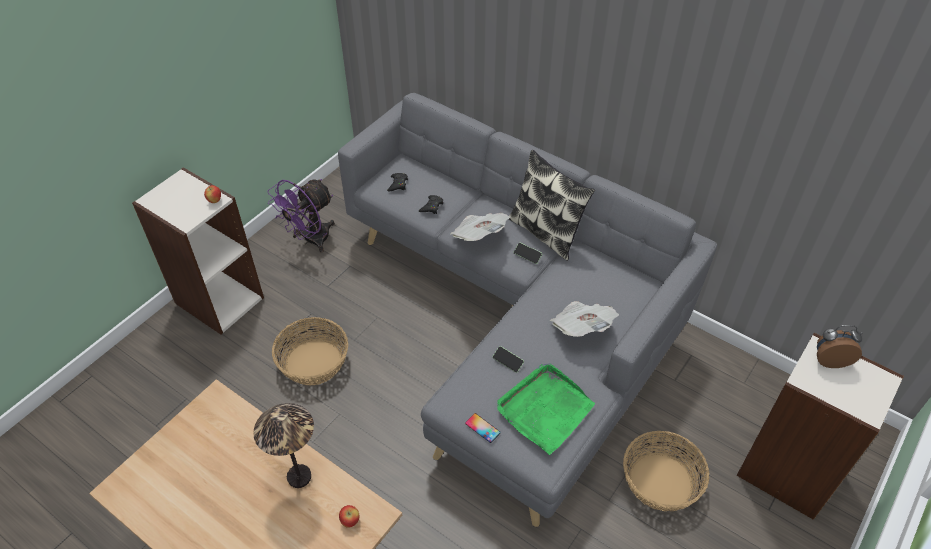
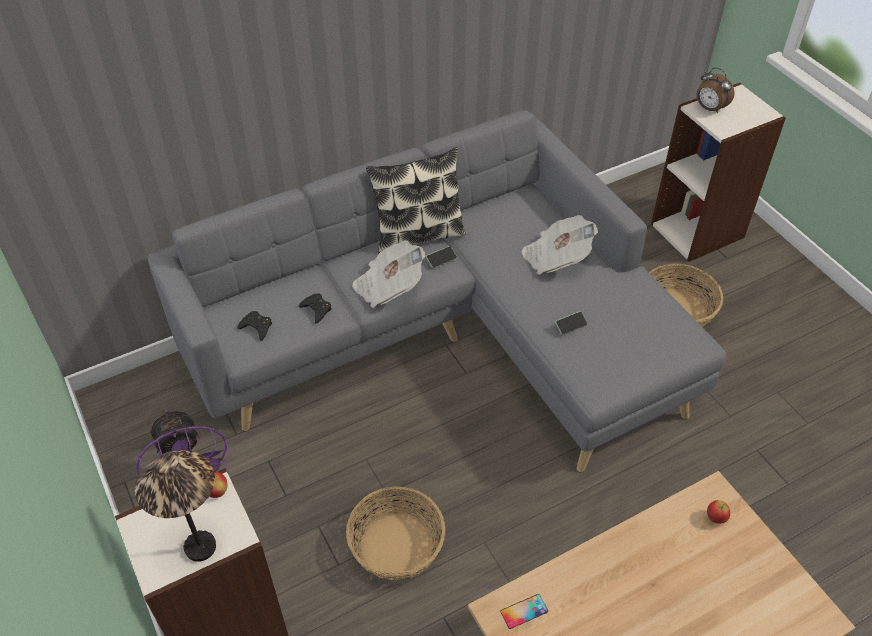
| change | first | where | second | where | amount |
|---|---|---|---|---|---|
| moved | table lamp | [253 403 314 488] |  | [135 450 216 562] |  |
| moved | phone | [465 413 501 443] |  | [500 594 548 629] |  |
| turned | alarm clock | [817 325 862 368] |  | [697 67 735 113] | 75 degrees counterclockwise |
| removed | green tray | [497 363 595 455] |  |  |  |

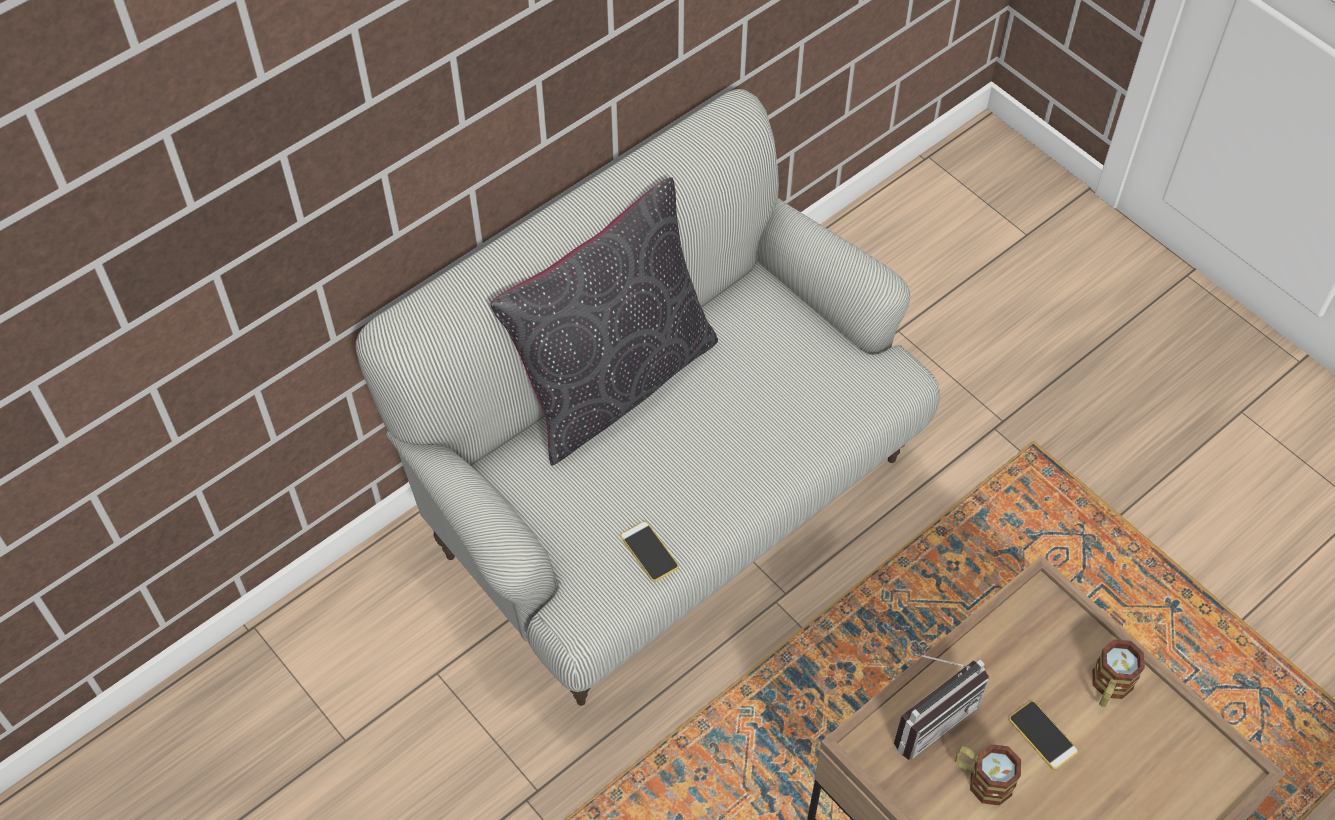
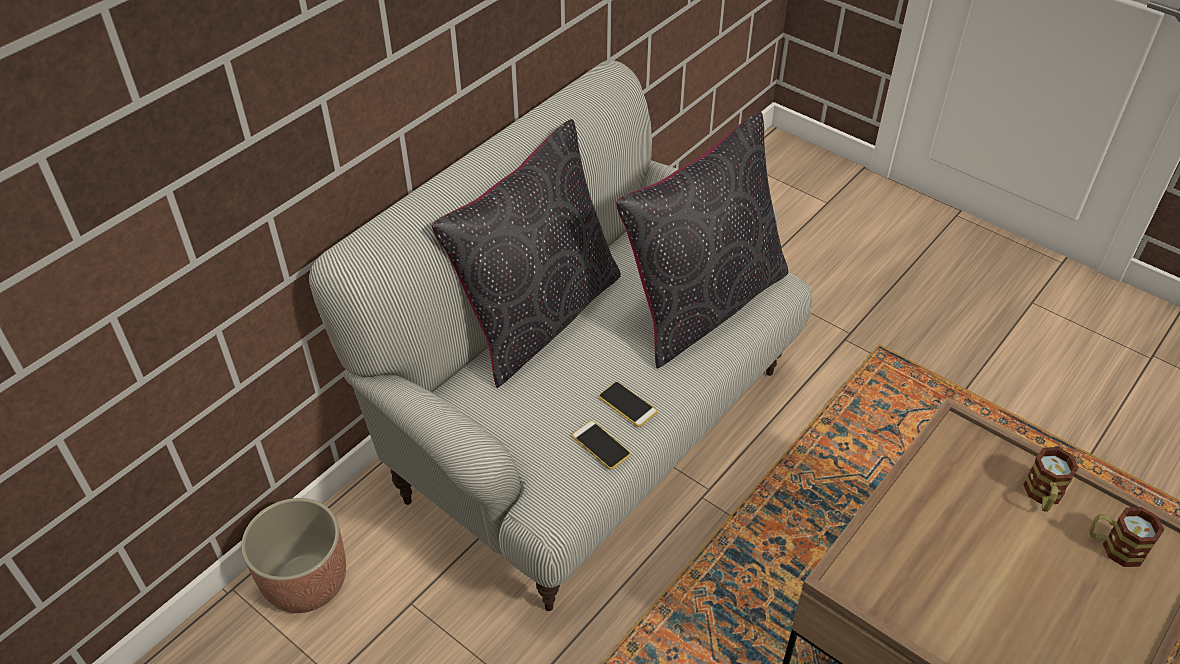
| change | first | where | second | where | amount |
|---|---|---|---|---|---|
| added |  |  | planter | [241 498 346 613] |  |
| moved | phone | [1009 701 1078 770] |  | [599 382 657 427] |  |
| added |  |  | black pillow | [616 112 788 369] |  |
| moved | mug | [955 744 1021 806] |  | [1089 507 1164 567] |  |
| removed | radio | [894 654 989 760] |  |  |  |

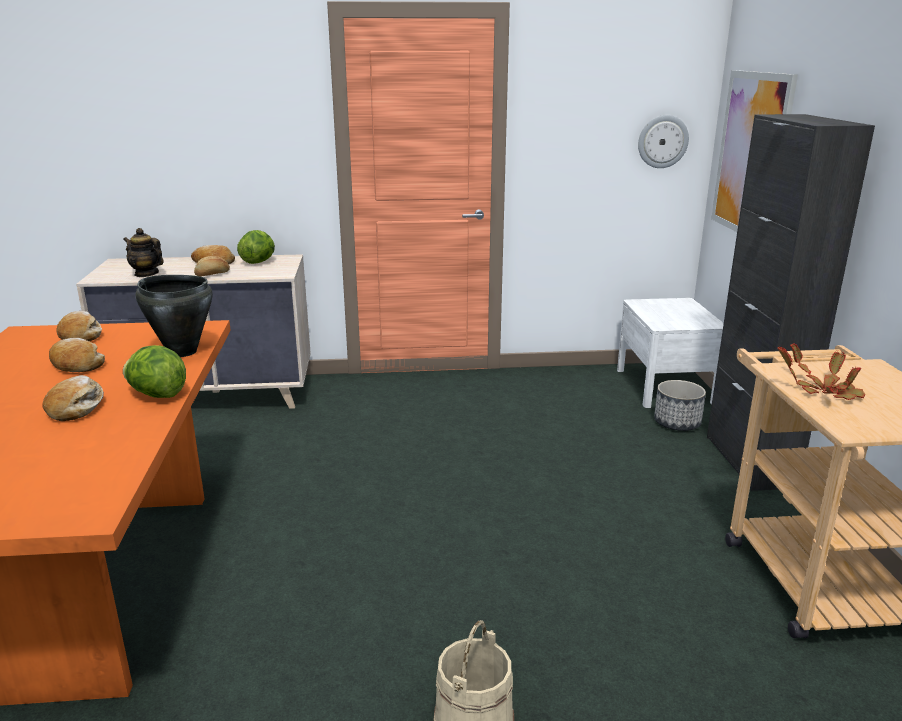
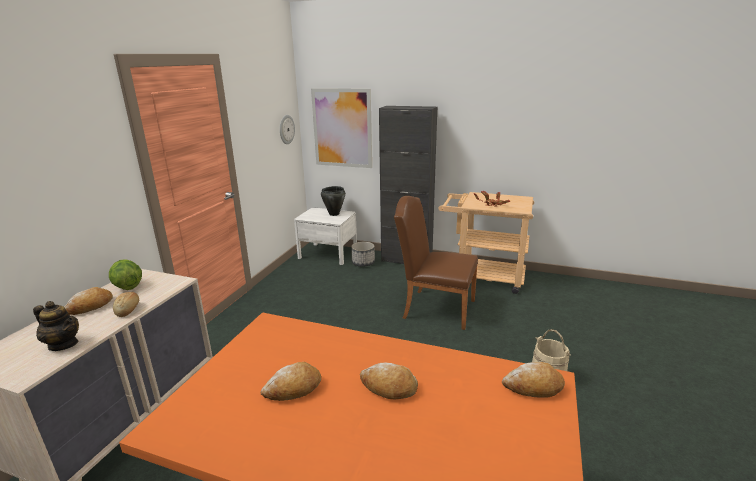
| change | first | where | second | where | amount |
|---|---|---|---|---|---|
| turned | teapot | [123 228 164 277] |  | [33 301 79 351] | 120 degrees counterclockwise |
| moved | black cooking pot | [135 275 213 357] |  | [321 186 345 216] |  |
| added |  |  | brown chair | [394 196 478 330] |  |
| moved | bread | [56 311 102 341] |  | [502 362 565 398] |  |
| removed | lettuce | [123 345 186 398] |  |  |  |

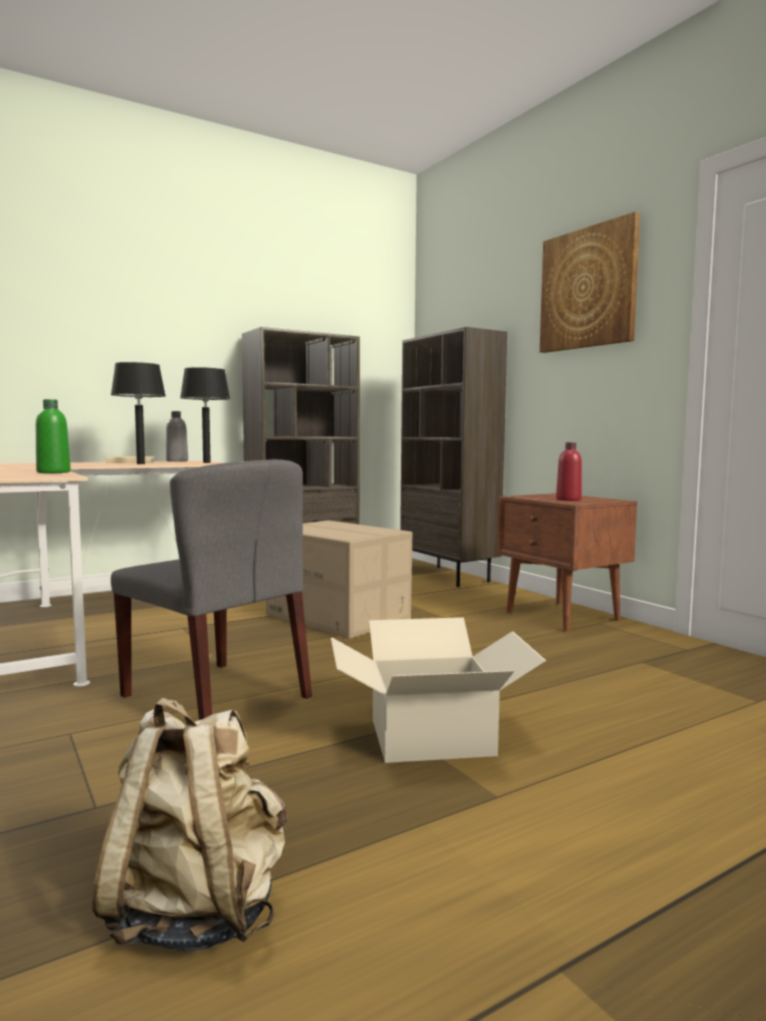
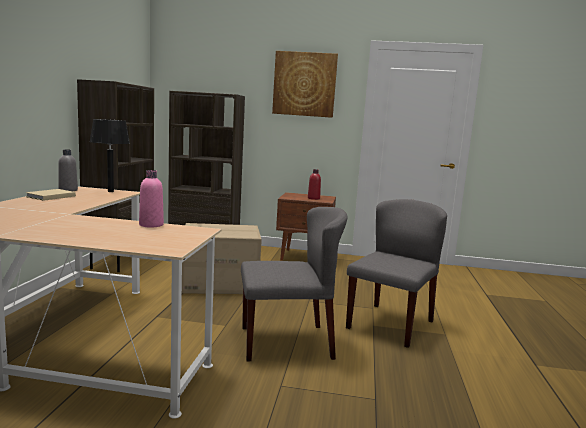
| change | first | where | second | where | amount |
|---|---|---|---|---|---|
| recoloured | green bottle | [36 399 71 473] | pink bottle | [139 170 164 228] |  |
| replaced | cardboard box | [331 617 546 763] | grey chair | [346 199 447 348] |  |
| removed | beige backpack | [92 697 286 952] |  |  |  |
| removed | black table lamp | [111 362 166 464] |  |  |  |

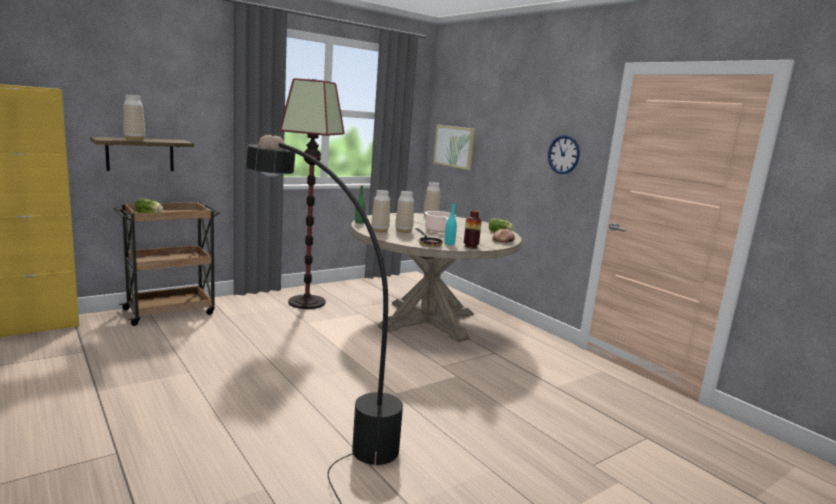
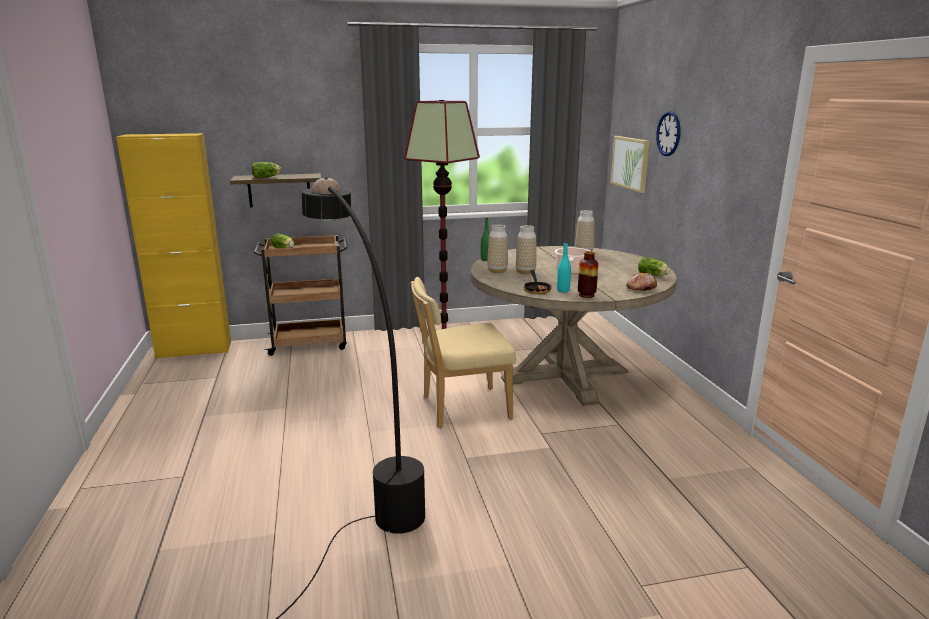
| change | first | where | second | where | amount |
|---|---|---|---|---|---|
| replaced | vase | [123 95 145 141] | lettuce | [252 162 281 178] |  |
| added |  |  | beige chair | [410 277 516 428] |  |
| moved | wall clock | [548 135 580 174] |  | [656 111 681 156] |  |

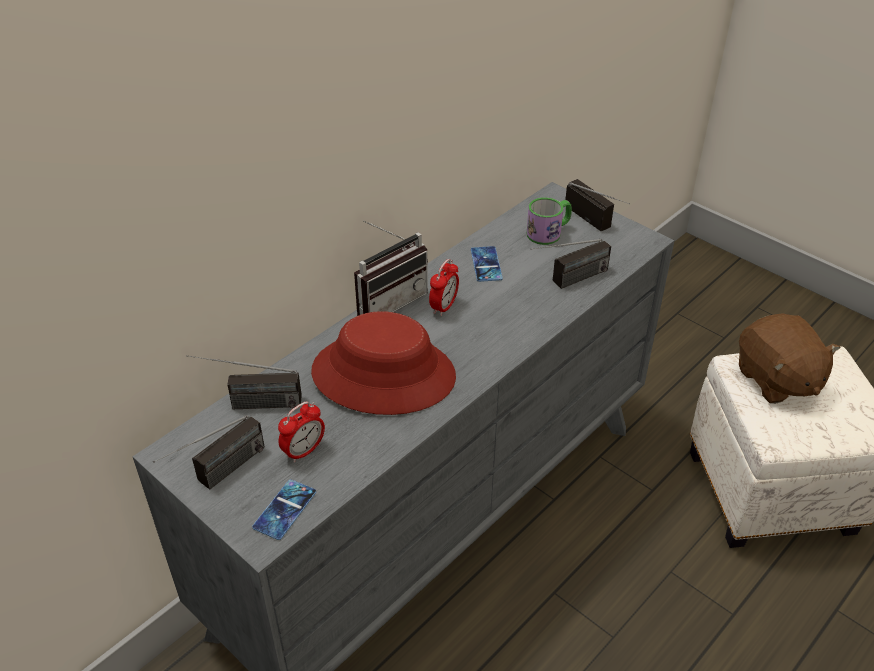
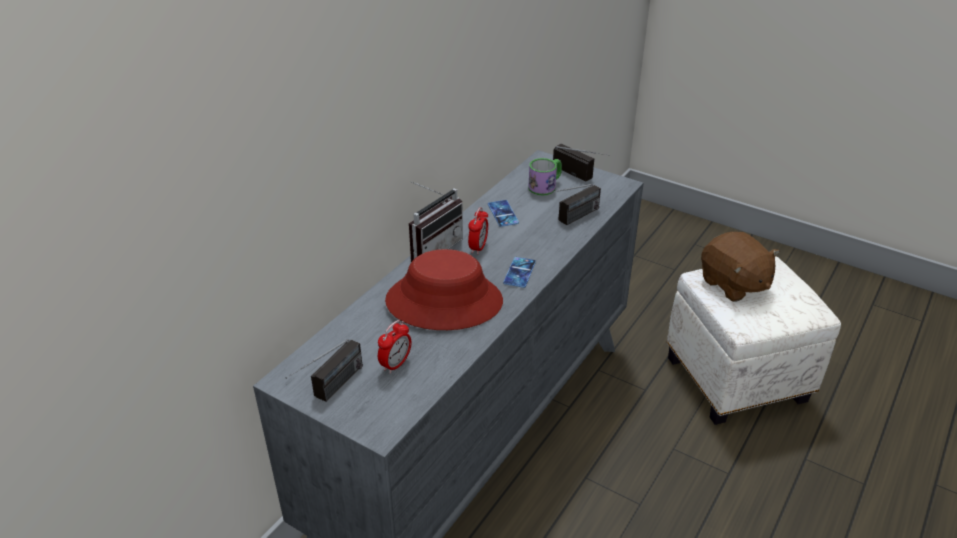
| change | first | where | second | where | amount |
|---|---|---|---|---|---|
| moved | phone | [252 480 316 540] |  | [503 257 536 288] |  |
| removed | radio | [186 355 302 409] |  |  |  |

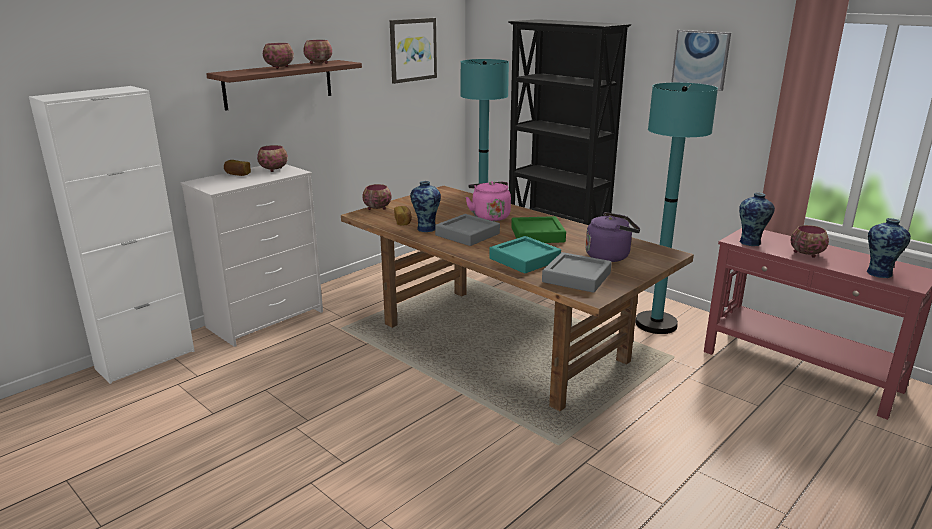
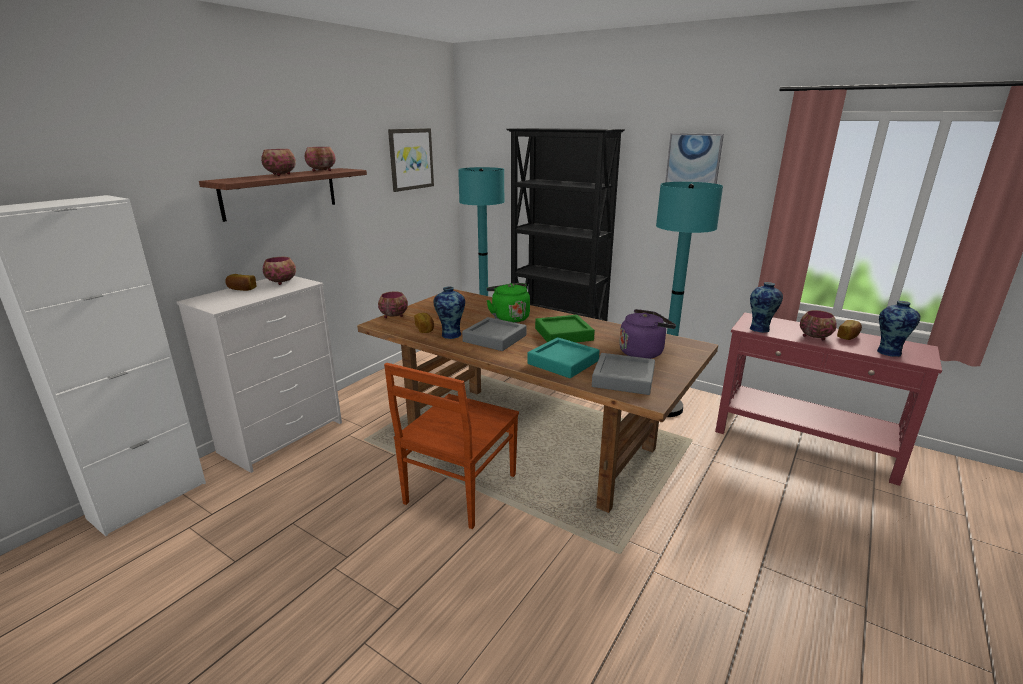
| change | first | where | second | where | amount |
|---|---|---|---|---|---|
| added |  |  | brown chair | [384 363 519 529] |  |
| recoloured | pink kettle | [466 181 511 221] | green kettle | [486 283 530 323] |  |
| added |  |  | bread | [837 320 862 340] |  |

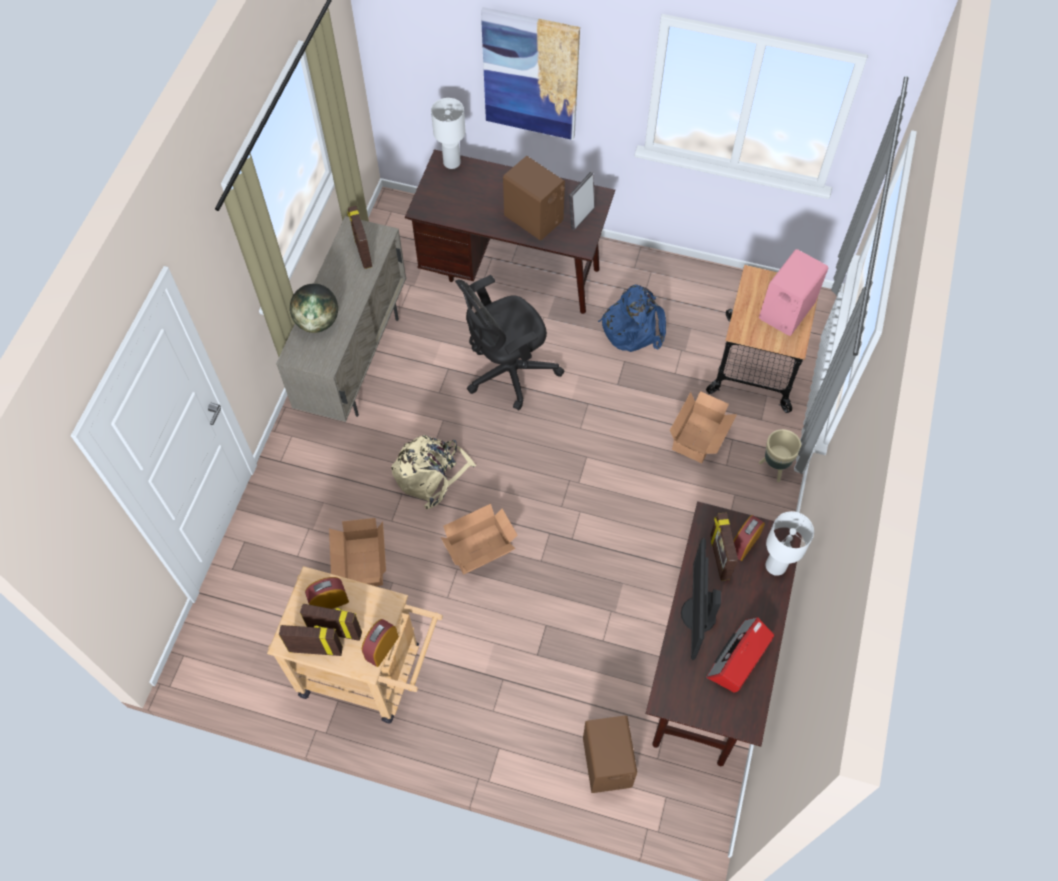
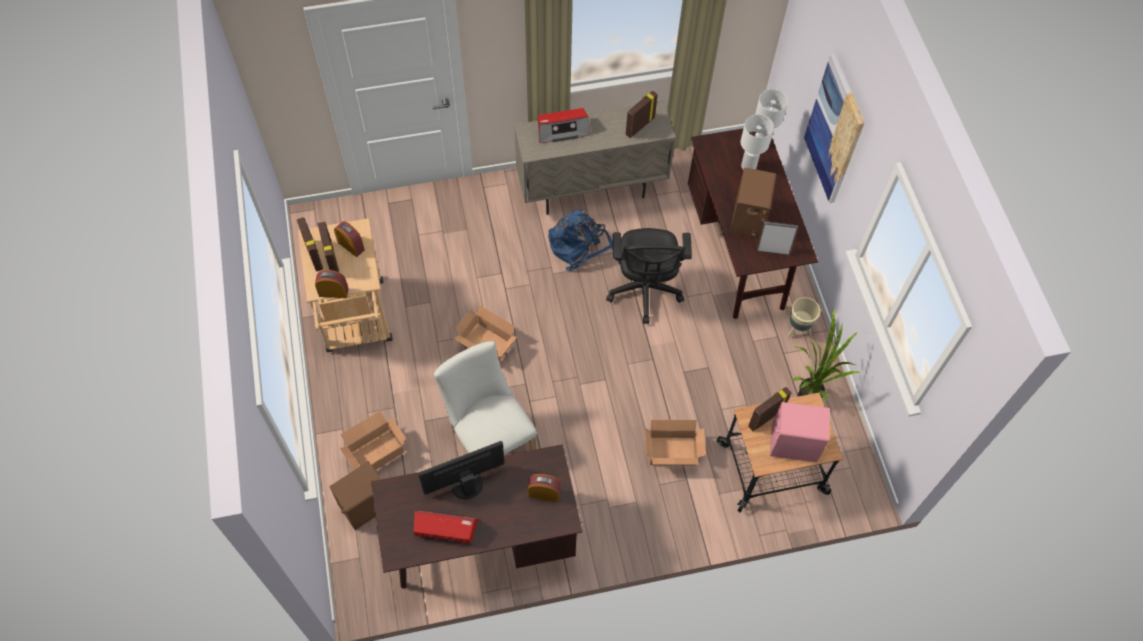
| change | first | where | second | where | amount |
|---|---|---|---|---|---|
| moved | cardboard box | [329 518 386 586] |  | [340 411 406 470] |  |
| added |  |  | white chair | [434 341 537 455] |  |
| replaced | globe | [290 284 338 333] | radio | [538 108 591 143] |  |
| moved | blue backpack | [598 284 666 352] |  | [548 210 613 271] |  |
| turned | black office chair | [455 275 564 410] |  | [606 228 692 324] | 120 degrees counterclockwise |
| moved | white table lamp | [766 511 814 576] |  | [741 114 774 170] |  |
| moved | picture frame | [710 512 738 581] |  | [748 387 792 432] |  |
| moved | beige planter | [759 429 801 482] |  | [787 297 820 338] |  |
| added |  |  | potted plant | [793 307 861 401] |  |
| removed | beige backpack | [391 435 477 509] |  |  |  |

